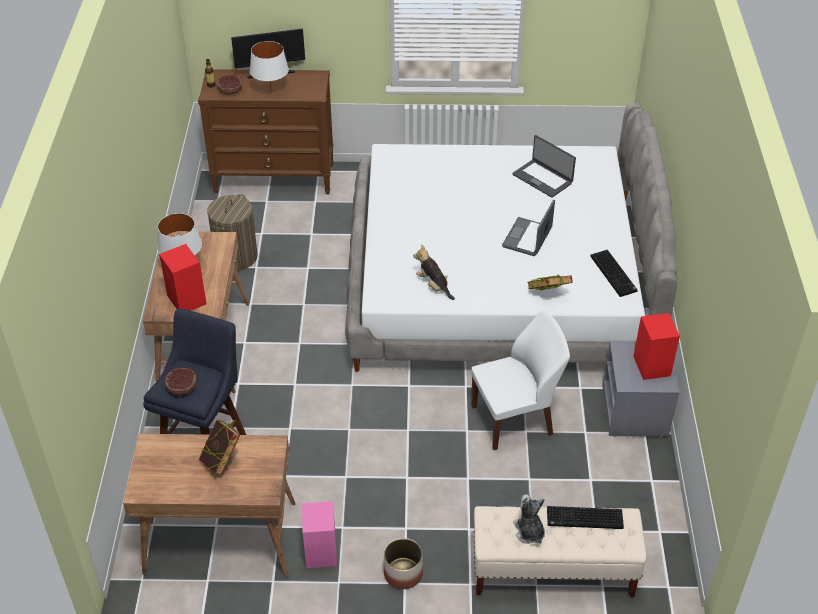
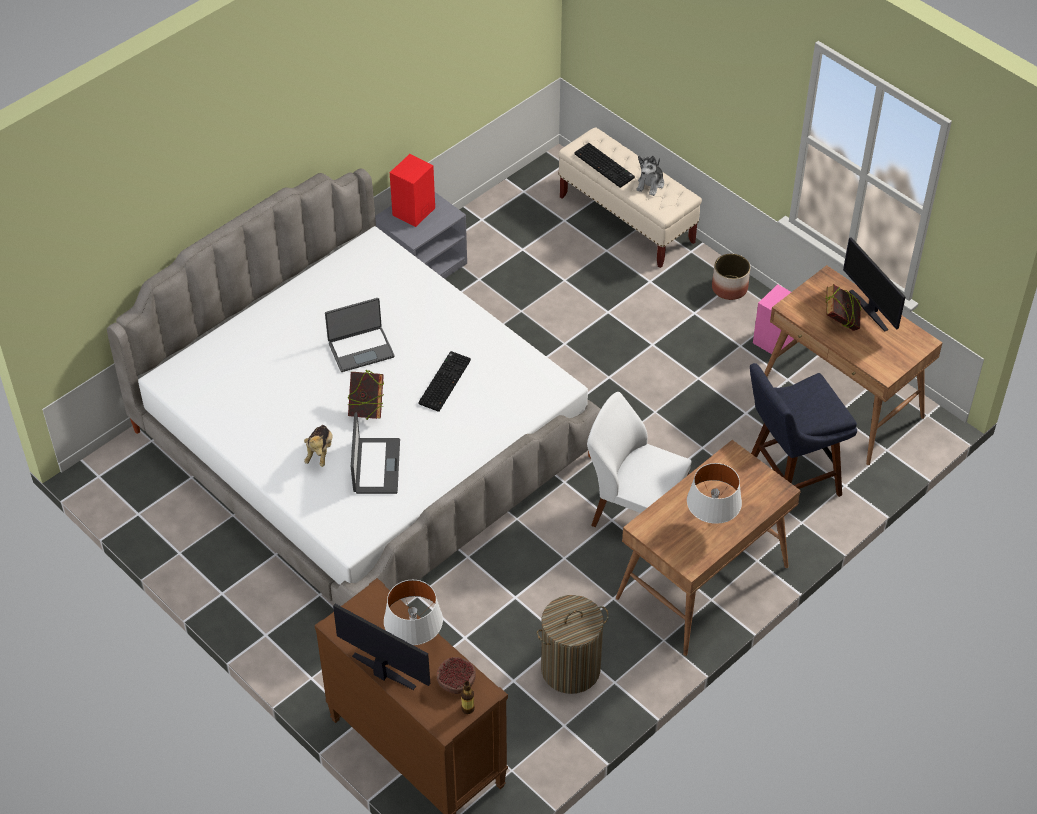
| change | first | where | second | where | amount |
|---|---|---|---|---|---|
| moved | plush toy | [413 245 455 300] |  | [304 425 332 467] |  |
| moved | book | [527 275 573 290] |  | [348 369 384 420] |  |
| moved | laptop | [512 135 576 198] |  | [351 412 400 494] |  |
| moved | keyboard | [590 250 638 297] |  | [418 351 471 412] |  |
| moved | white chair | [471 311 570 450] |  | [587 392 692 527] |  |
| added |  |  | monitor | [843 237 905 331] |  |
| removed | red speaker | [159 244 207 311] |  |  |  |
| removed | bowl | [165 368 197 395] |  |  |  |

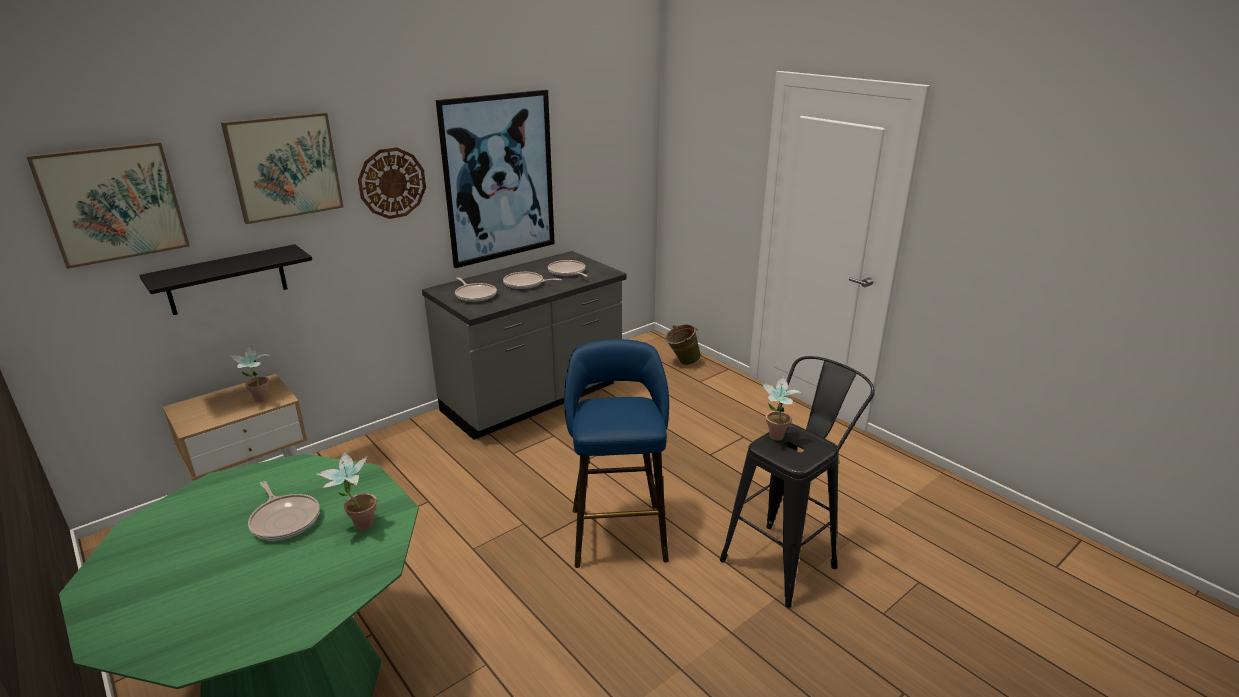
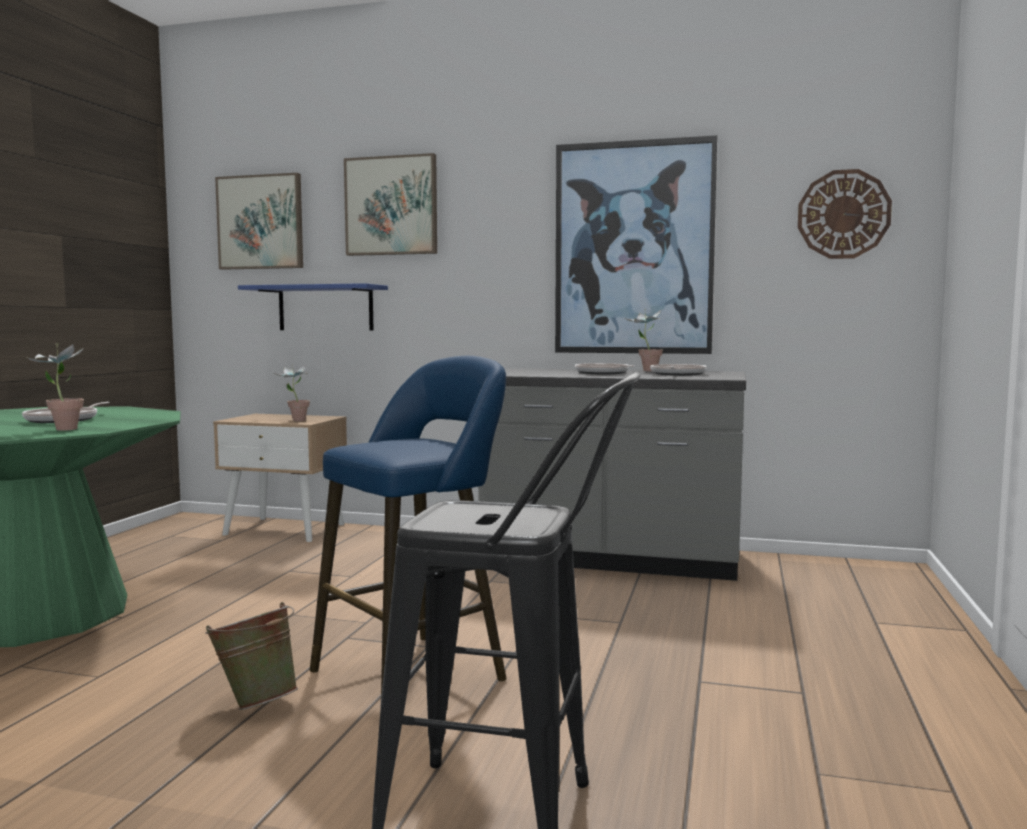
| change | first | where | second | where | amount |
|---|---|---|---|---|---|
| moved | green bucket | [665 324 701 365] |  | [205 602 298 710] |  |
| recoloured | black shelf | [139 244 312 315] | blue shelf | [238 283 388 331] |  |
| moved | potted plant | [761 375 803 440] |  | [625 309 663 371] |  |
| moved | wall clock | [358 147 426 219] |  | [798 169 892 259] |  |
| removed | frying pan | [455 277 497 302] |  |  |  |

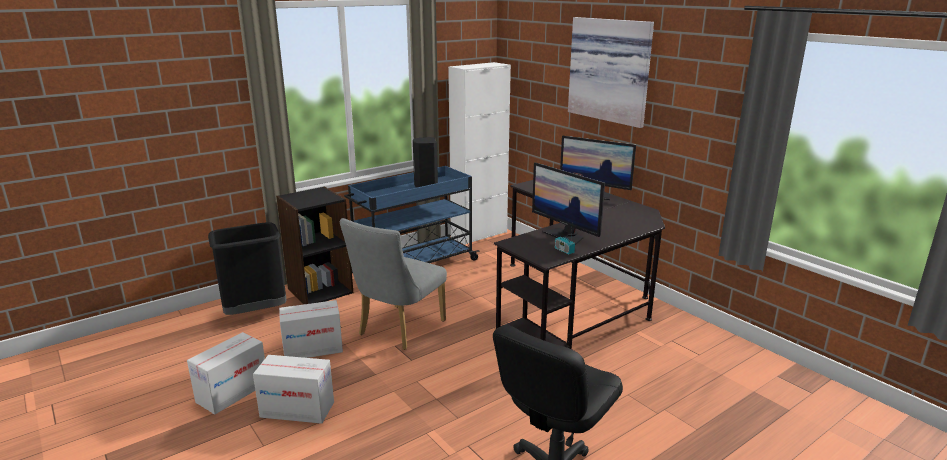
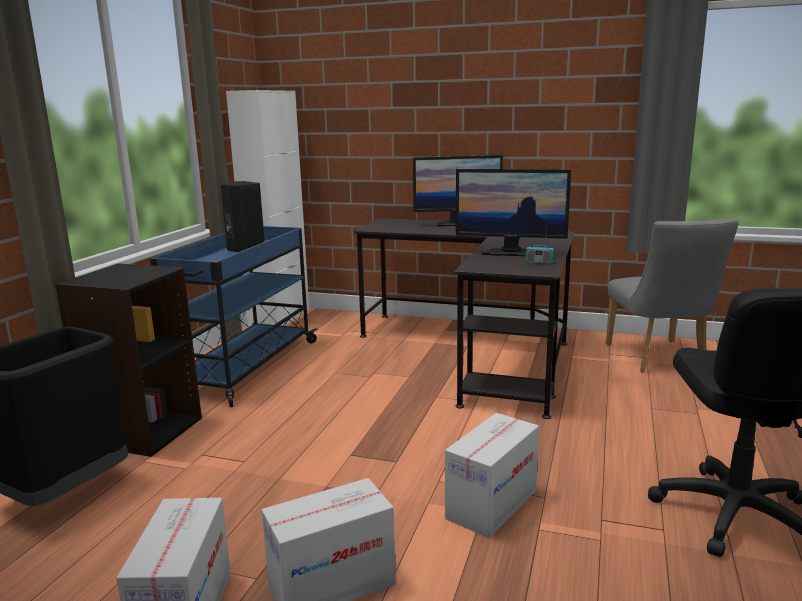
| change | first | where | second | where | amount |
|---|---|---|---|---|---|
| moved | cardboard box | [279 300 343 358] |  | [445 413 539 538] |  |
| moved | grey chair | [340 218 447 350] |  | [606 218 739 373] |  |
| removed | picture | [568 17 654 128] |  |  |  |

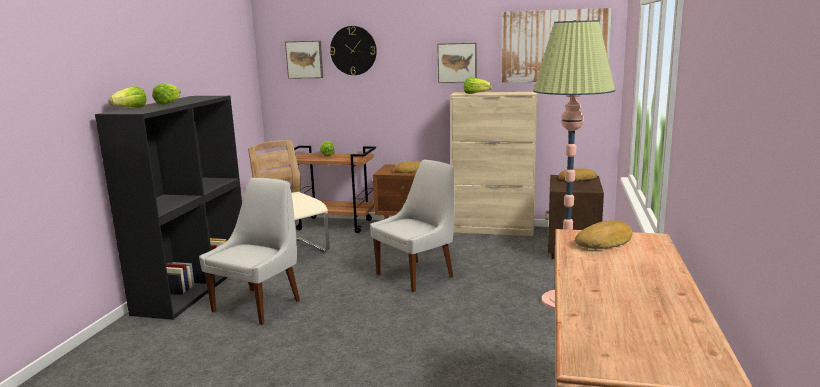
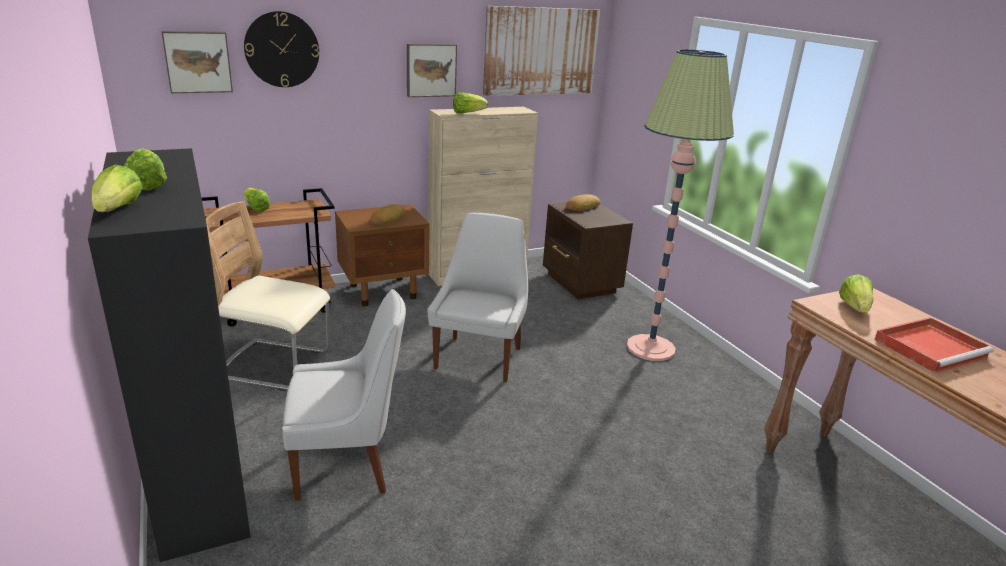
| change | first | where | second | where | amount |
|---|---|---|---|---|---|
| turned | white chair | [199 178 300 325] |  | [282 289 406 501] | 90 degrees clockwise |
| replaced | bread | [575 220 633 249] | lettuce | [839 274 874 313] |  |
| added |  |  | red tray | [874 317 994 373] |  |

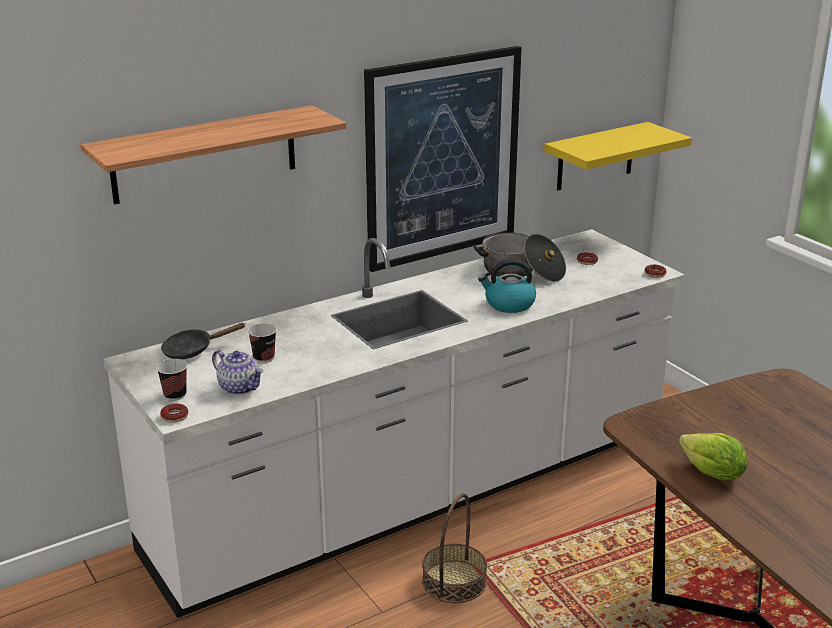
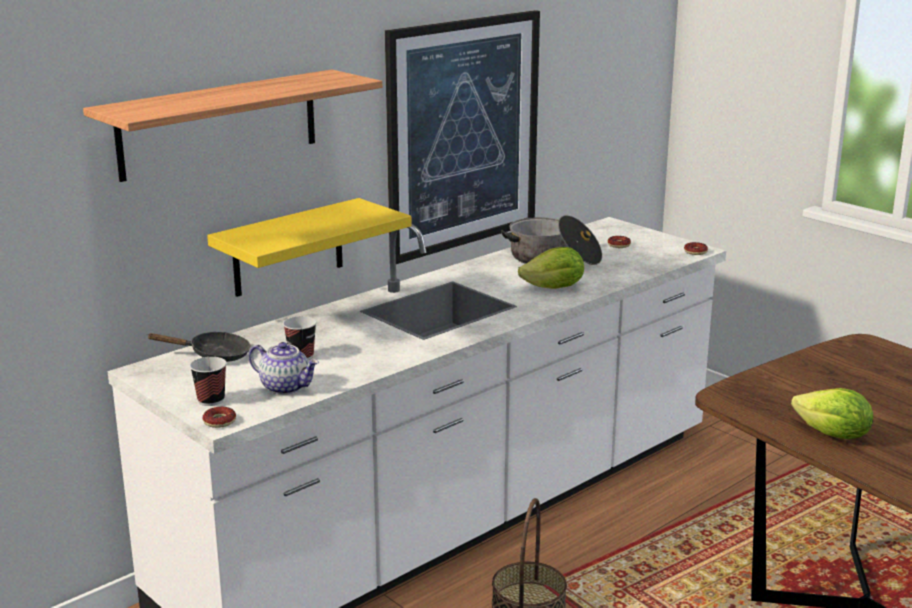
| change | first | where | second | where | amount |
|---|---|---|---|---|---|
| turned | black frying pan | [161 323 245 359] |  | [146 332 250 362] | 150 degrees counterclockwise |
| moved | yellow shelf | [544 122 692 190] |  | [207 198 412 297] |  |
| replaced | kettle | [478 259 536 313] | lettuce | [518 247 584 289] |  |

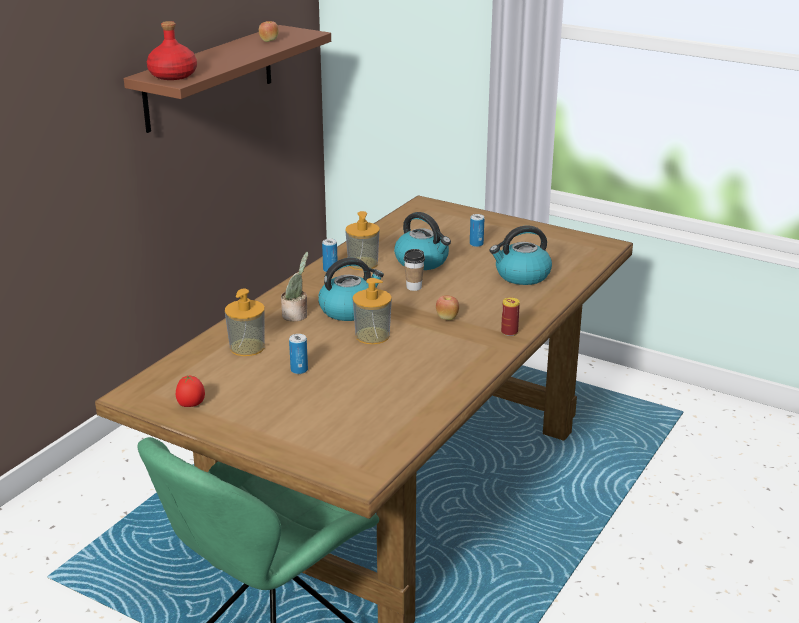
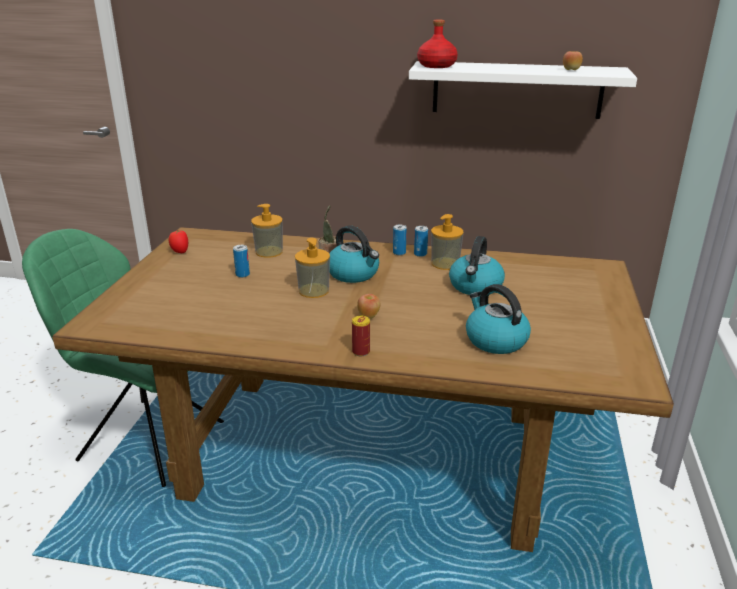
| change | first | where | second | where | amount |
|---|---|---|---|---|---|
| moved | can | [470 214 484 247] |  | [393 224 407 255] |  |
| recoloured | brown shelf | [124 25 331 133] | white shelf | [409 61 637 119] |  |
| removed | cup | [404 249 425 291] |  |  |  |

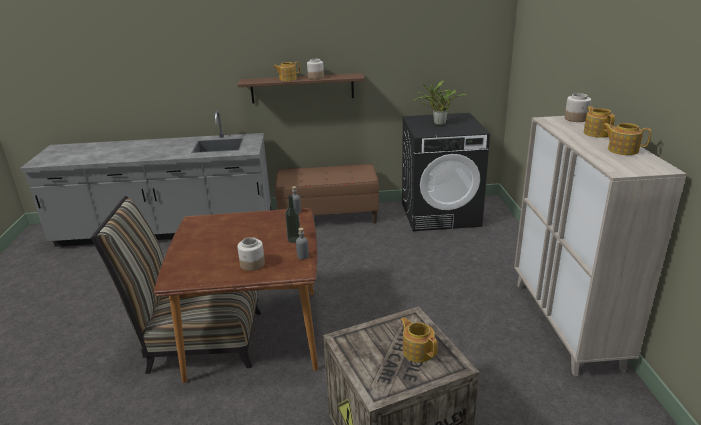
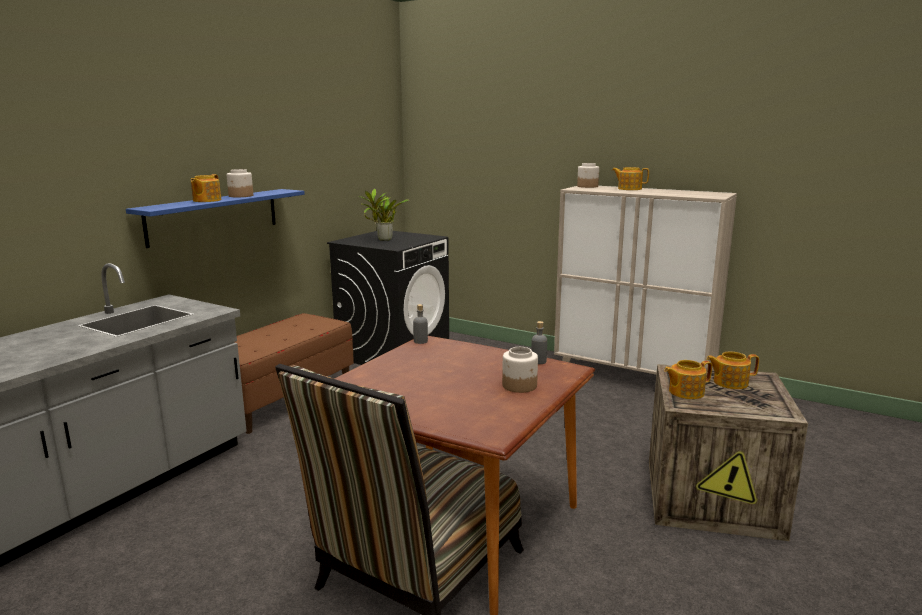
| change | first | where | second | where | amount |
|---|---|---|---|---|---|
| recoloured | brown shelf | [238 73 365 104] | blue shelf | [126 189 305 248] |  |
| moved | teapot | [603 123 652 155] |  | [664 360 712 399] |  |
| removed | bottle | [285 195 300 243] |  |  |  |

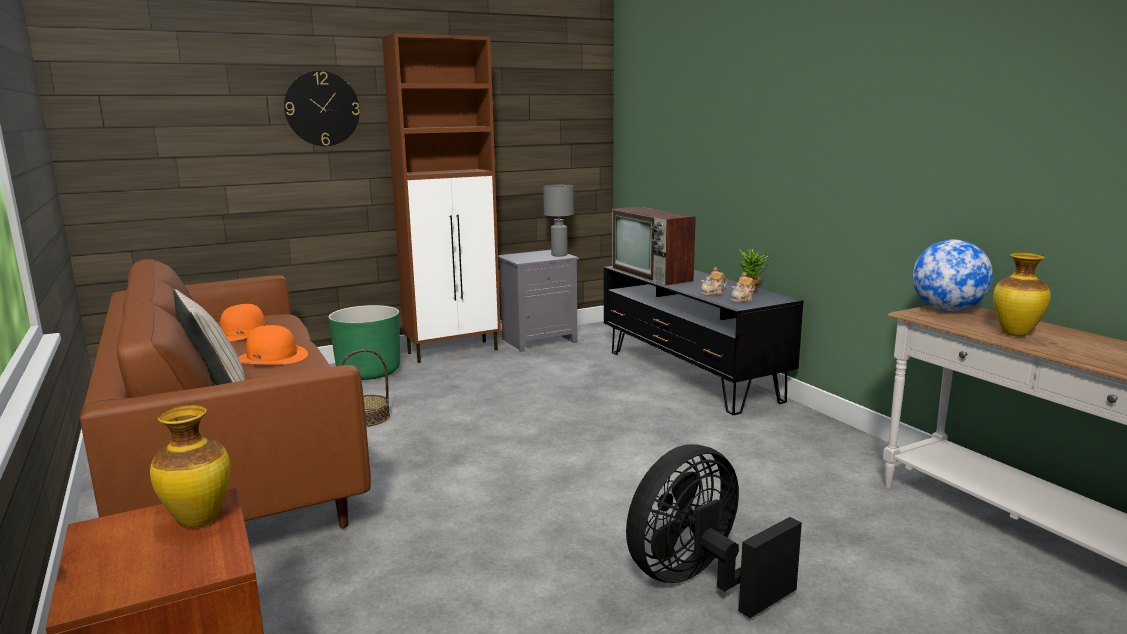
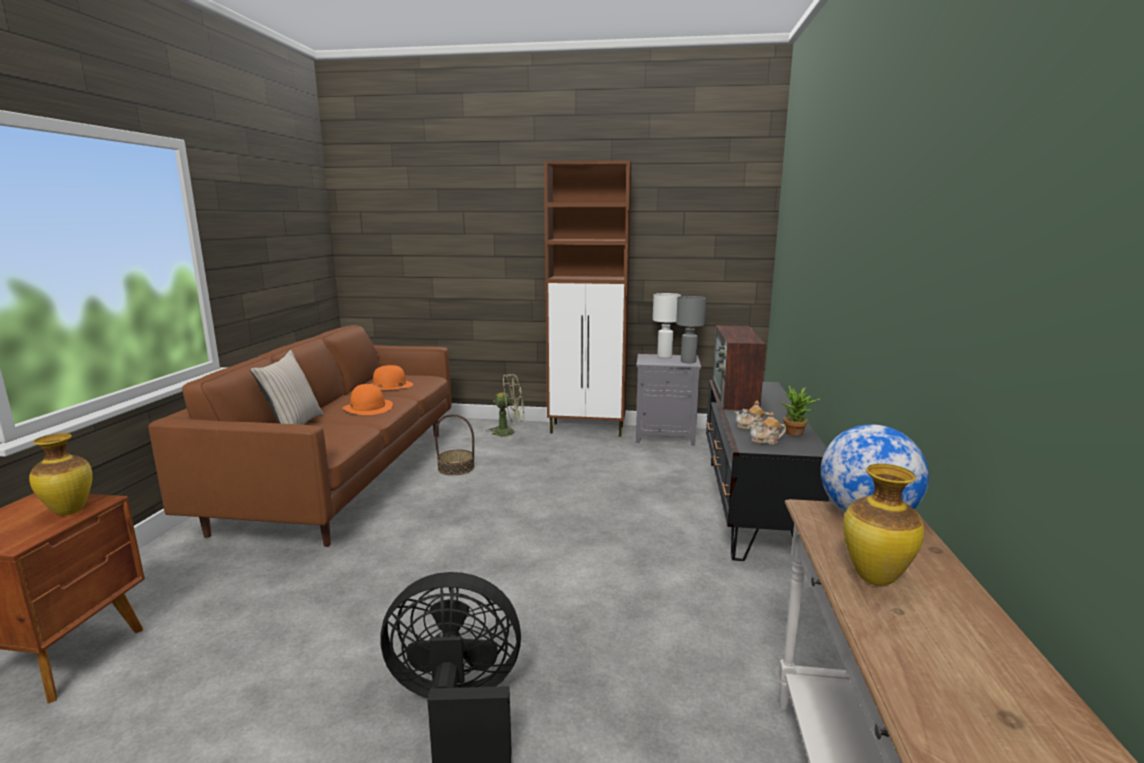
| change | first | where | second | where | amount |
|---|---|---|---|---|---|
| replaced | green planter | [329 305 400 380] | green fan | [488 374 524 439] |  |
| added |  |  | white table lamp | [653 293 681 358] |  |
| removed | wall clock | [284 71 360 146] |  |  |  |

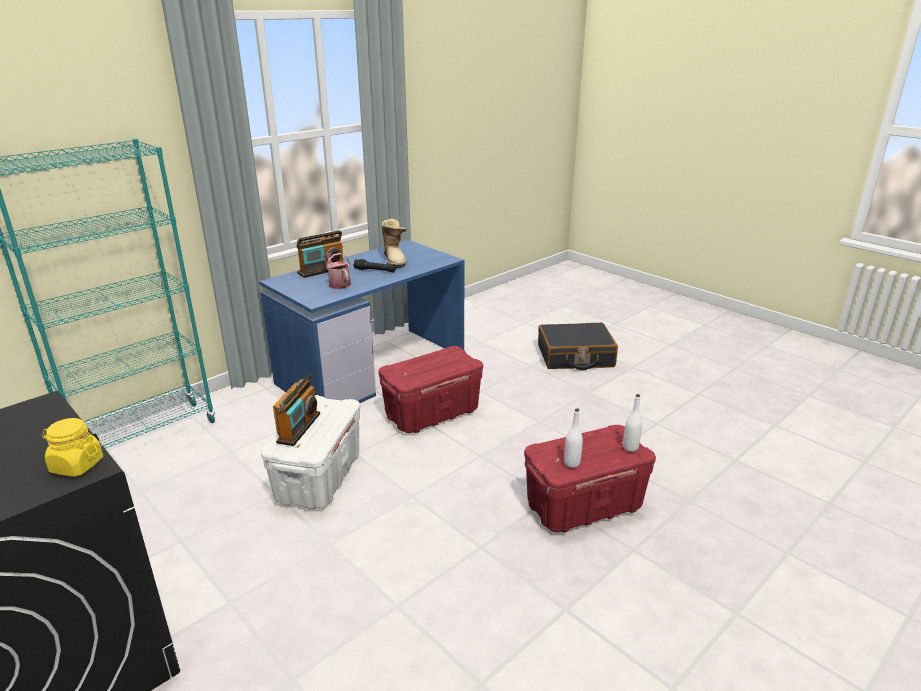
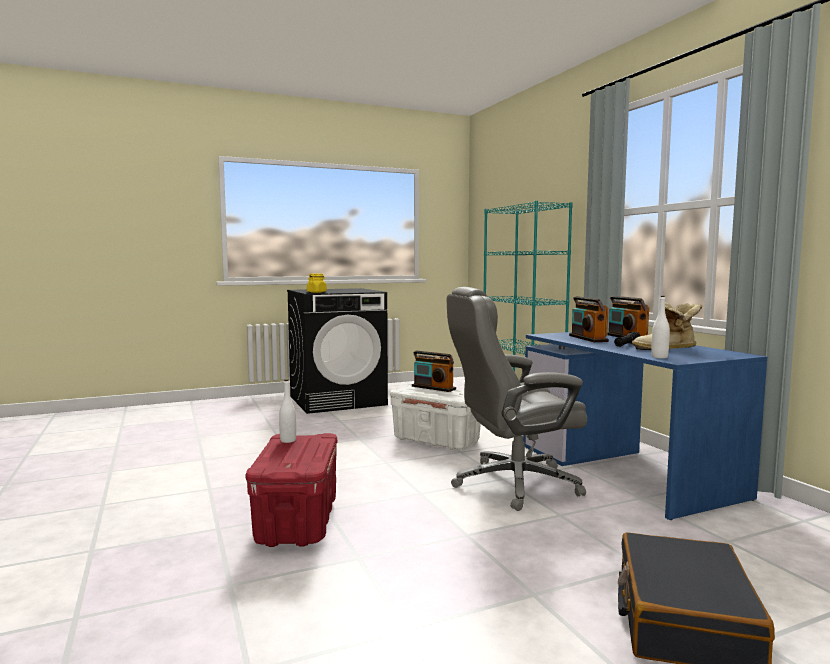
| change | first | where | second | where | amount |
|---|---|---|---|---|---|
| replaced | red storage box | [378 346 483 433] | grey office chair | [447 287 587 511] |  |
| replaced | watering can | [323 253 351 289] | radio | [569 296 609 342] |  |
| moved | white bottle | [623 394 642 452] |  | [651 296 670 359] |  |

